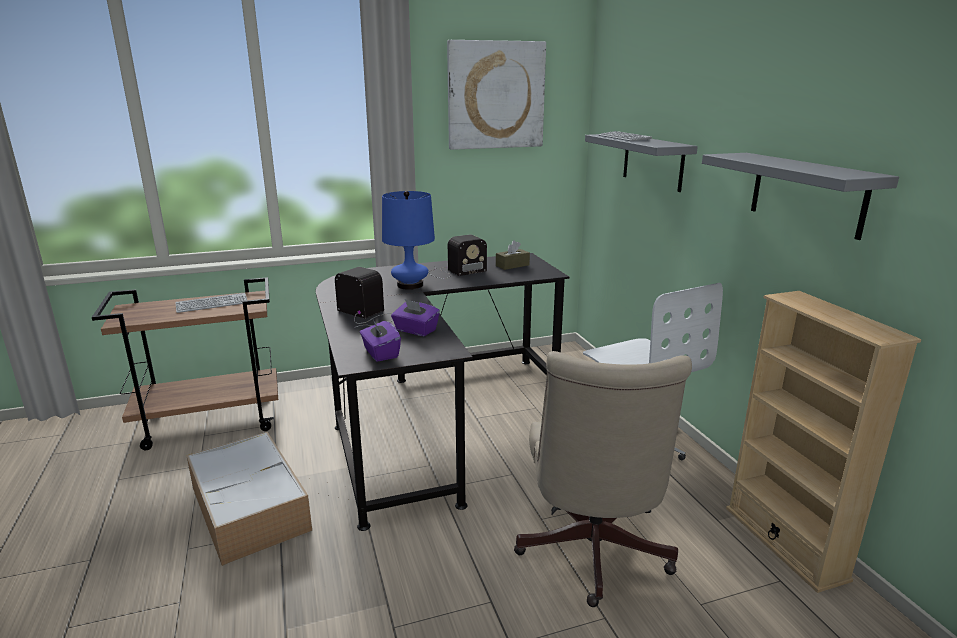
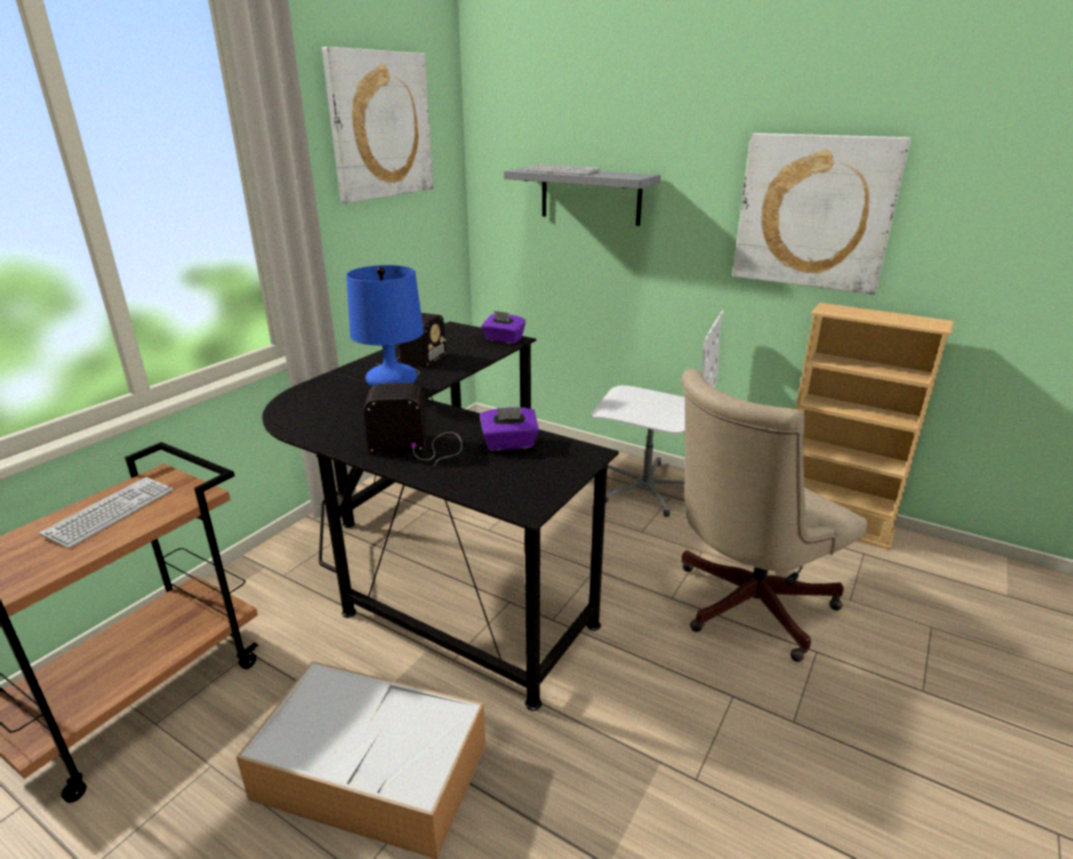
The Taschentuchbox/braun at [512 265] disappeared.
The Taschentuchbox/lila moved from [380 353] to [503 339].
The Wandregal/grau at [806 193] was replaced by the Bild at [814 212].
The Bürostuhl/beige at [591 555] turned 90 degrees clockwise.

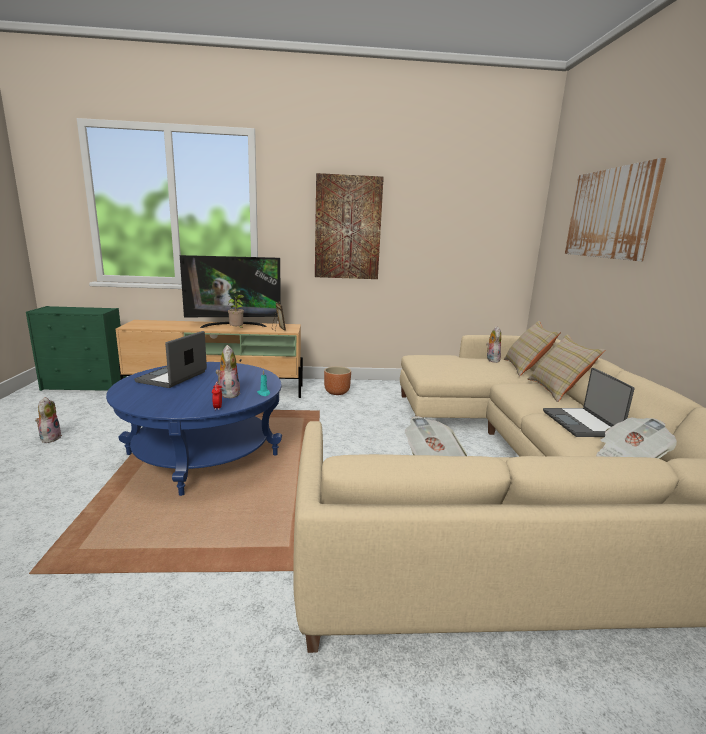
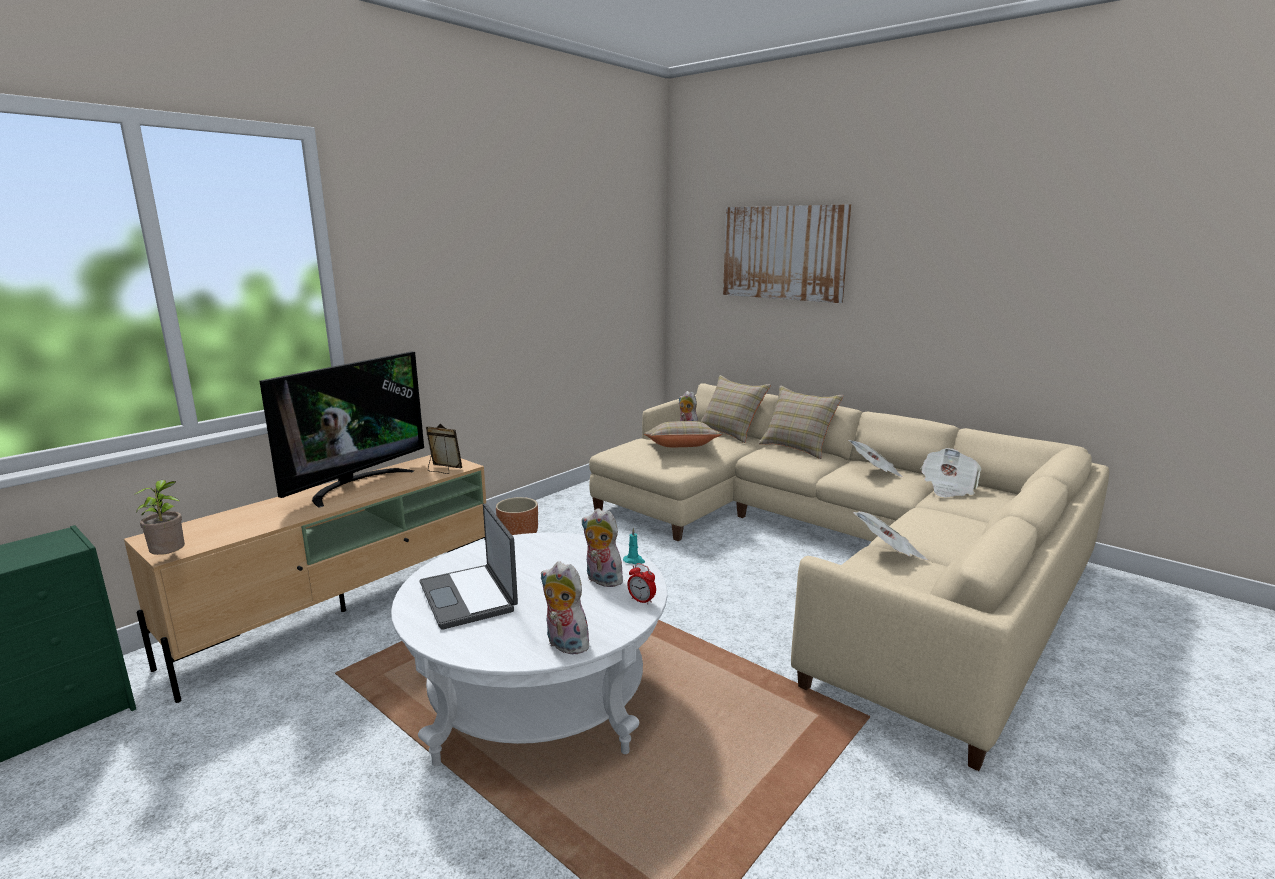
The Bild at [348 228] disappeared.
The Kissen/beige at [681 448] appeared.
The Plüschtier moved from [50 438] to [564 645].
The Topfpflanze moved from [237 330] to [171 558].
The Laptop at [581 423] was replaced by the Zeitung at [874 472].
The Couchtisch/blau at [203 455] became the Couchtisch/weiß at [538 697].

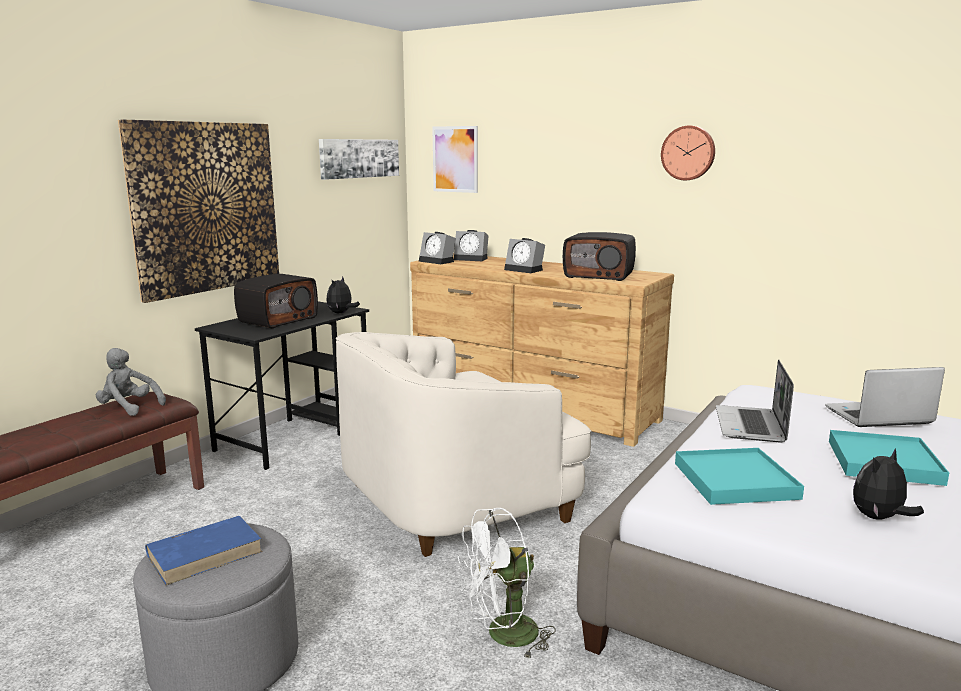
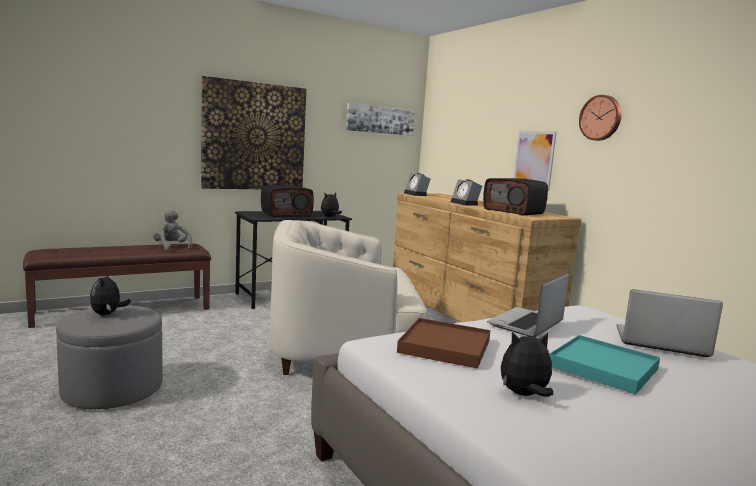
The Wecker at [472 259] disappeared.
The Ventilator/weiß at [503 636] disappeared.
The Bild moved from [455 159] to [534 160].
The Buch/blau at [205 553] was replaced by the Plüschtier at [107 314].
The Tablett/türkis at [735 480] became the Tablett/braun at [445 346].

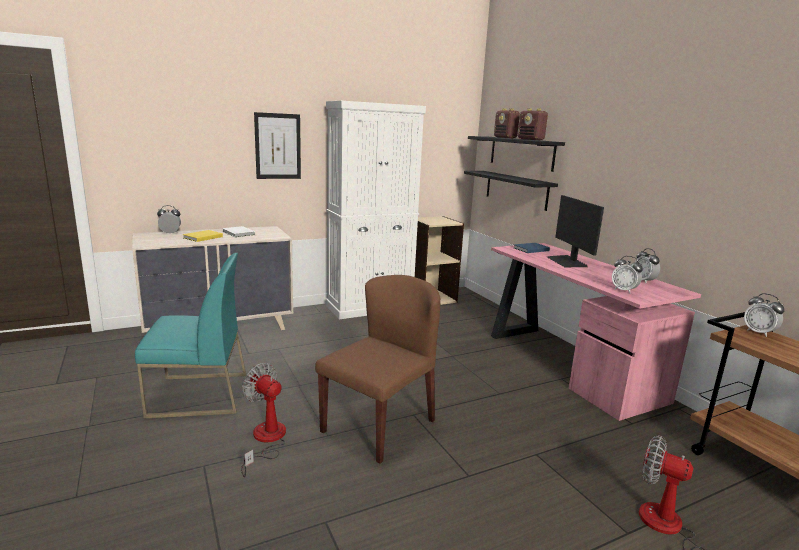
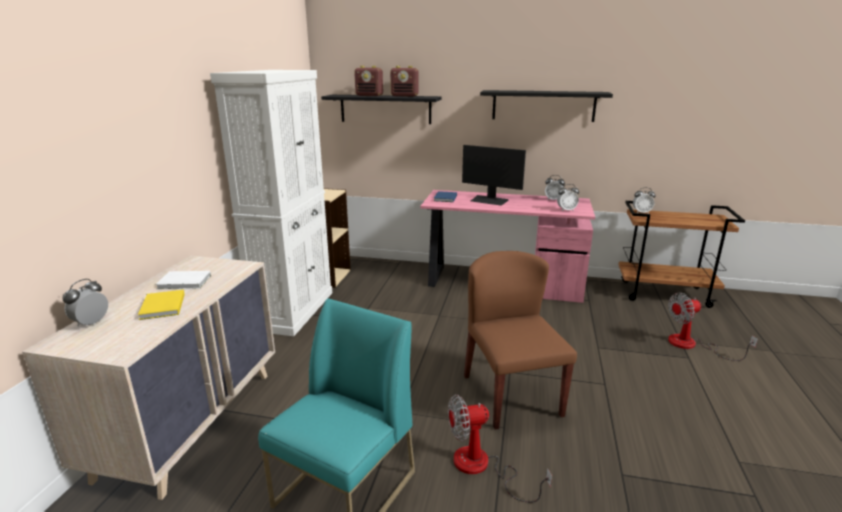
The Bild at [278 146] disappeared.
The Wandregal/schwarz moved from [516 189] to [543 105].

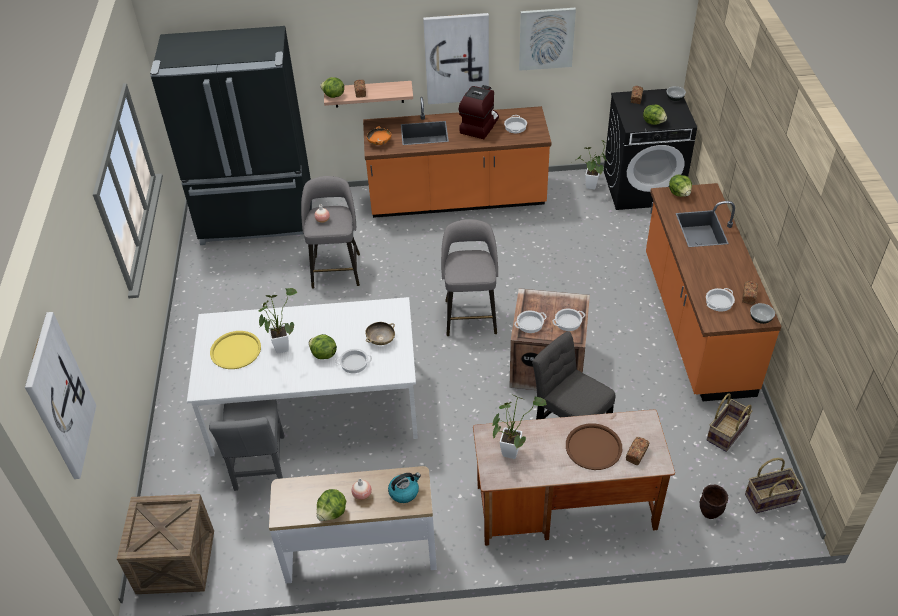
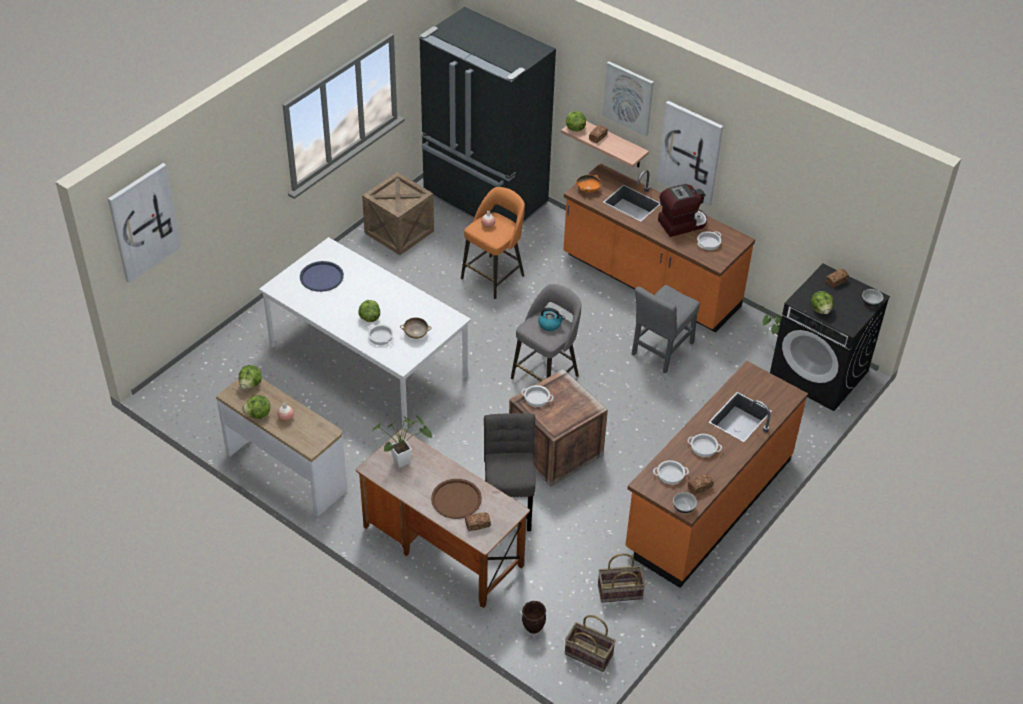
The Topfpflanze at [281 345] disappeared.
The Kiste moved from [175 561] to [399 232].
The Stuhl/grau moved from [260 466] to [661 351].
The Wasserkessel moved from [404 492] to [550 324].
The Bild moved from [546 38] to [628 98].
The Kochtopf moved from [568 322] to [703 447].
The Salatkopf moved from [679 193] to [251 384].
The Tablett/gelb at [236 350] became the Tablett/blau at [321 277].
The Hocker/grau at [336 269] became the Hocker/orange at [494 276].

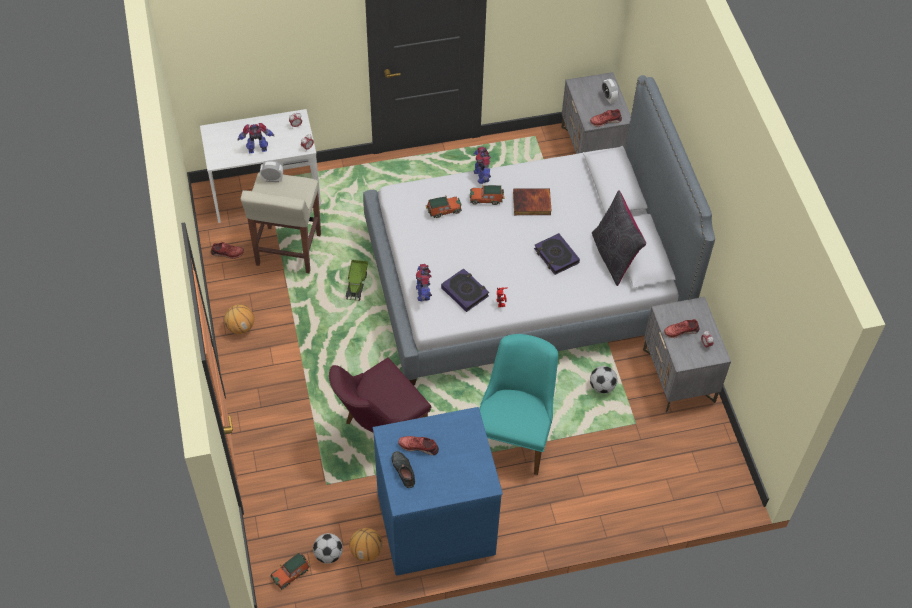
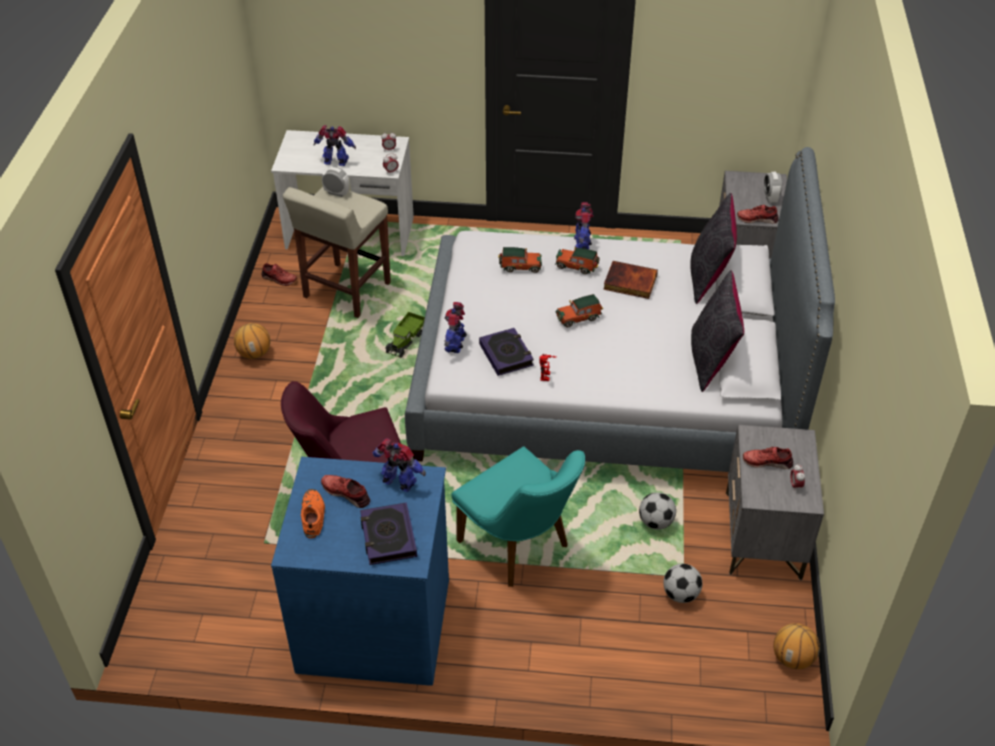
The Spielzeugroboter at [399 483] appeared.
The Kissen/schwarz at [708 277] appeared.
The Spielzeugauto moved from [291 573] to [579 317].
The Fußball moved from [328 555] to [680 594].
The Basketball moved from [366 551] to [792 658].
The Buch moved from [556 256] to [388 537].
The Schuh/schwarz at [403 470] became the Schuh/orange at [312 515].
The Stuhl/türkis at [515 435] turned 105 degrees clockwise.

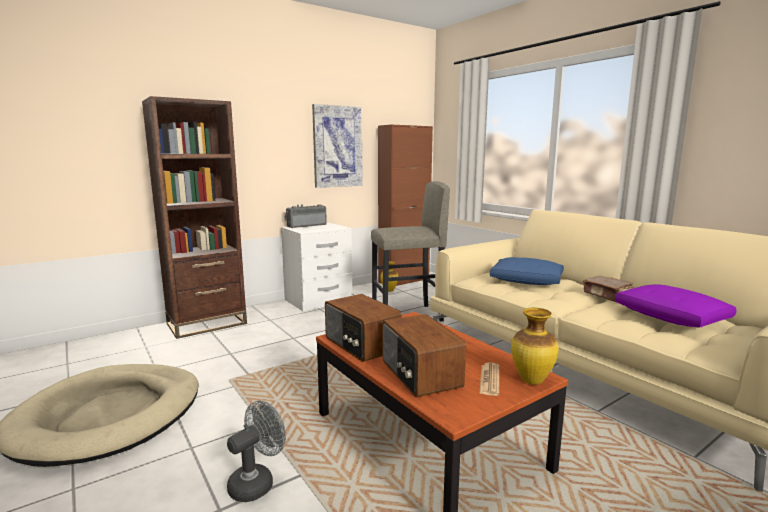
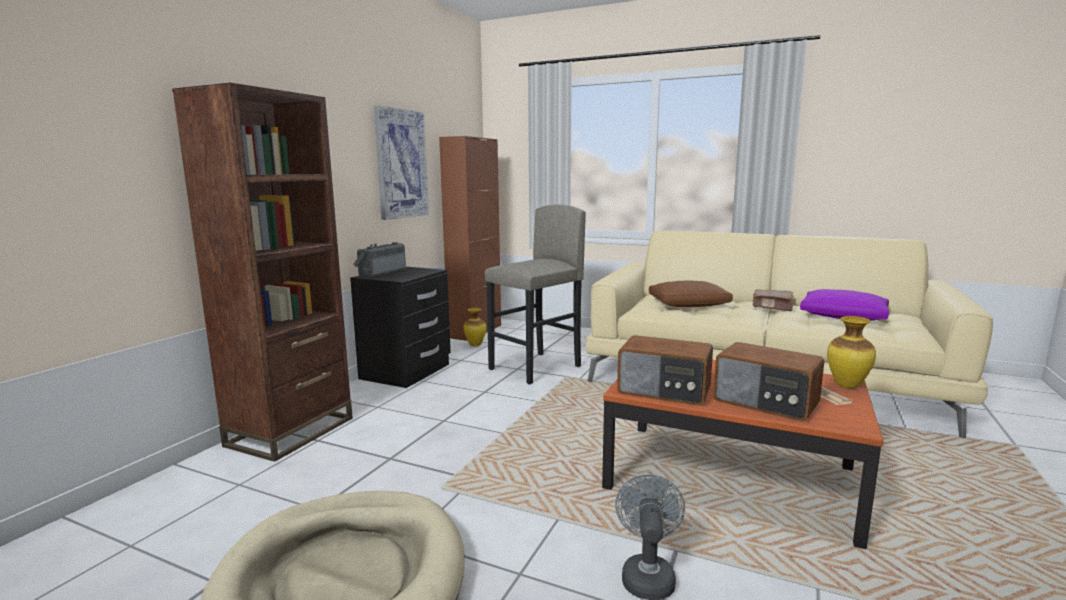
The Nachttisch/weiß at [318 301] became the Nachttisch/schwarz at [407 372].
The Kissen/blau at [527 281] became the Kissen/braun at [689 305].

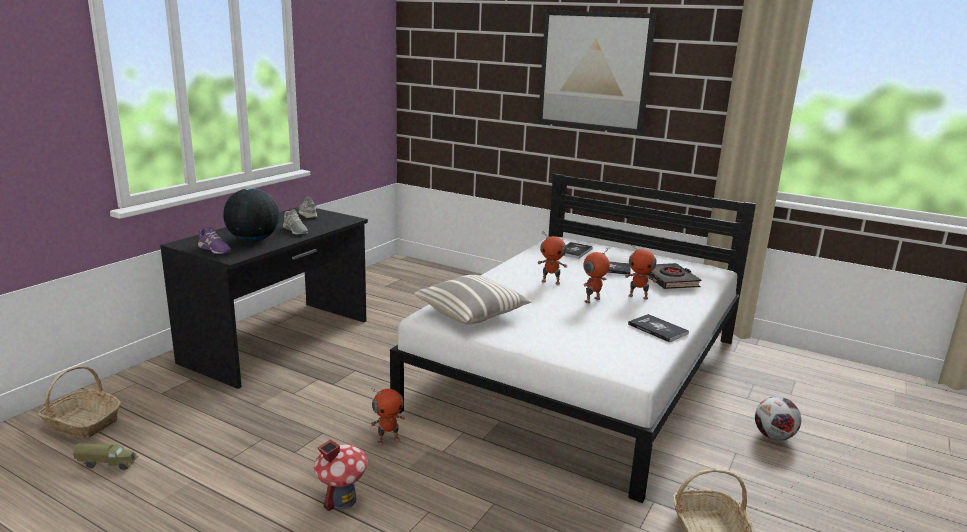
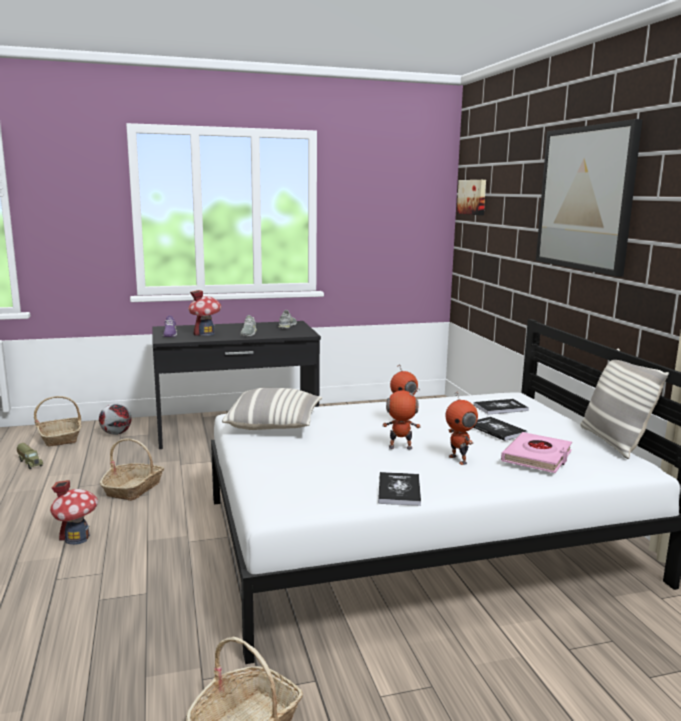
The Spielzeugroboter at [388 440] disappeared.
The Korb at [133 488] appeared.
The Bild at [473 197] appeared.
The Kissen at [613 442] appeared.
The Fußball moved from [774 437] to [116 433].
The Globus at [253 240] was replaced by the Spielzeughaus at [205 334].
The Buch/schwarz at [670 280] became the Buch/rosa at [537 457].

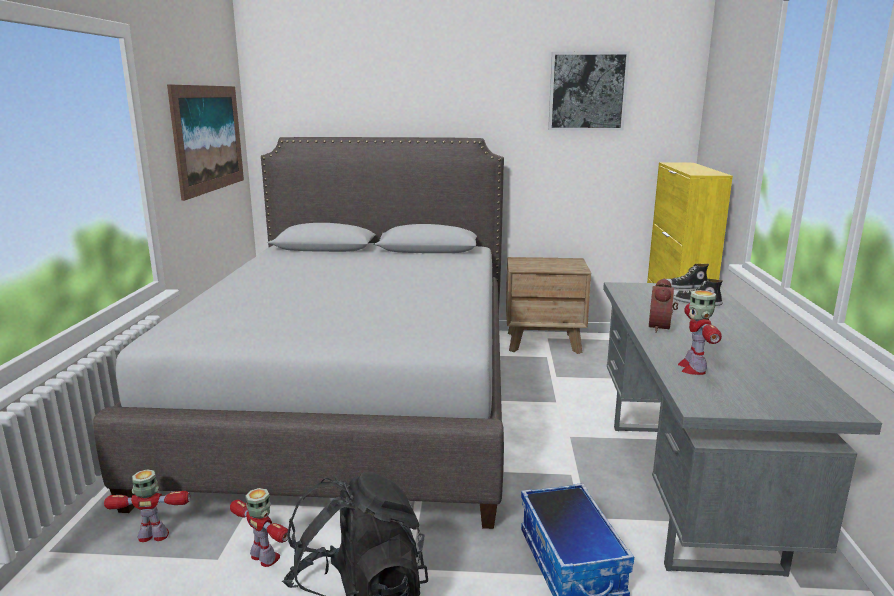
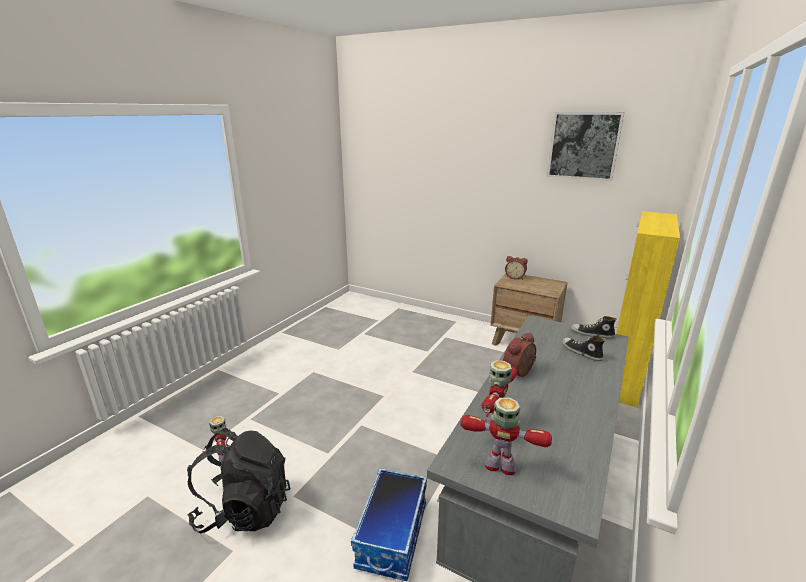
The Bett/grau at [357 398] disappeared.
The Bild at [209 138] disappeared.
The Wecker at [515 277] appeared.
The Spielzeugroboter moved from [154 536] to [501 466].

